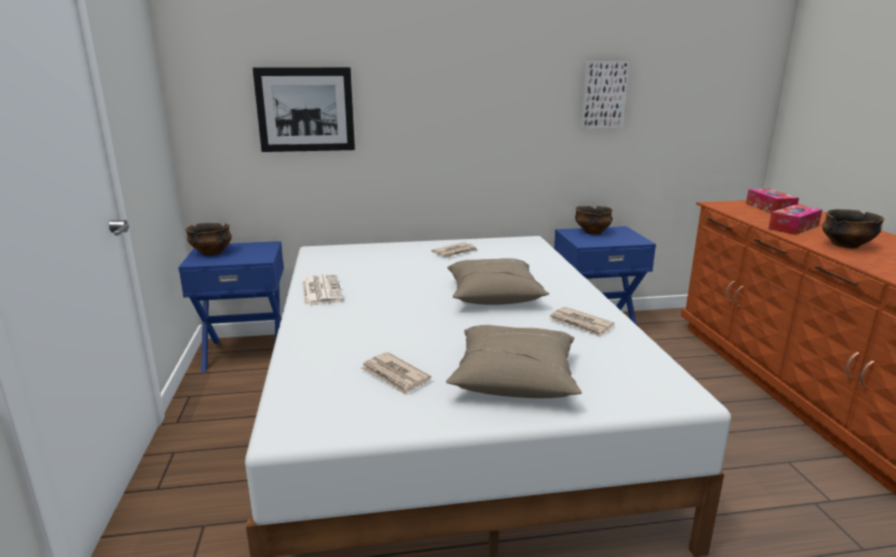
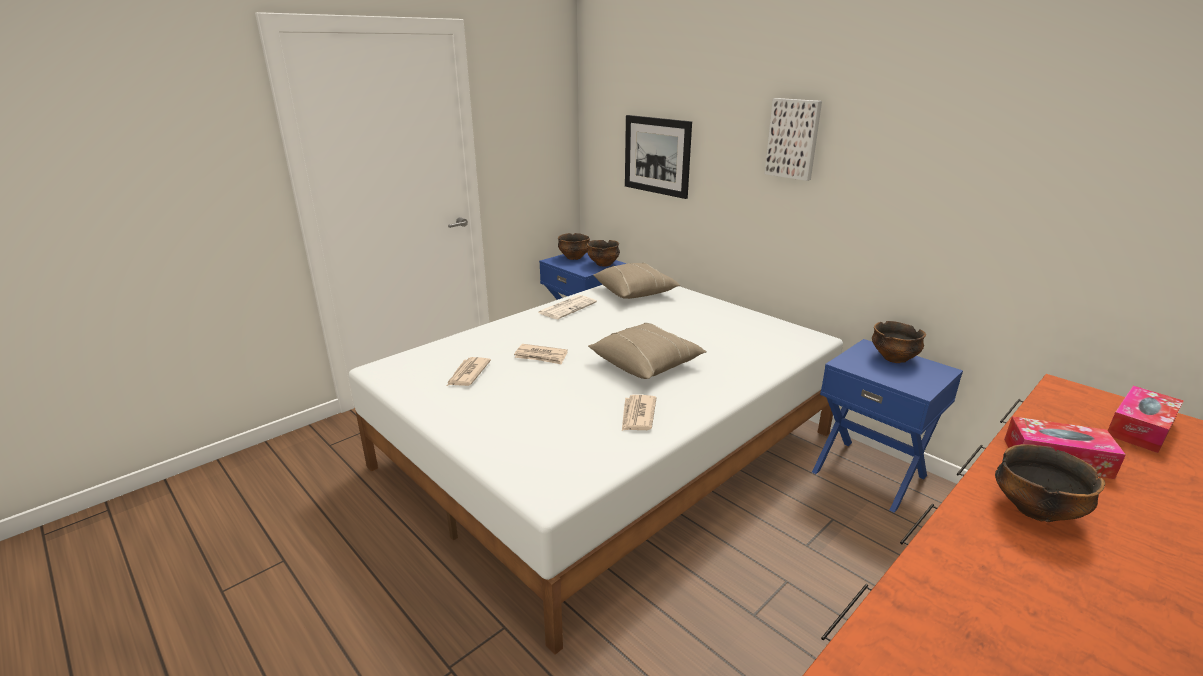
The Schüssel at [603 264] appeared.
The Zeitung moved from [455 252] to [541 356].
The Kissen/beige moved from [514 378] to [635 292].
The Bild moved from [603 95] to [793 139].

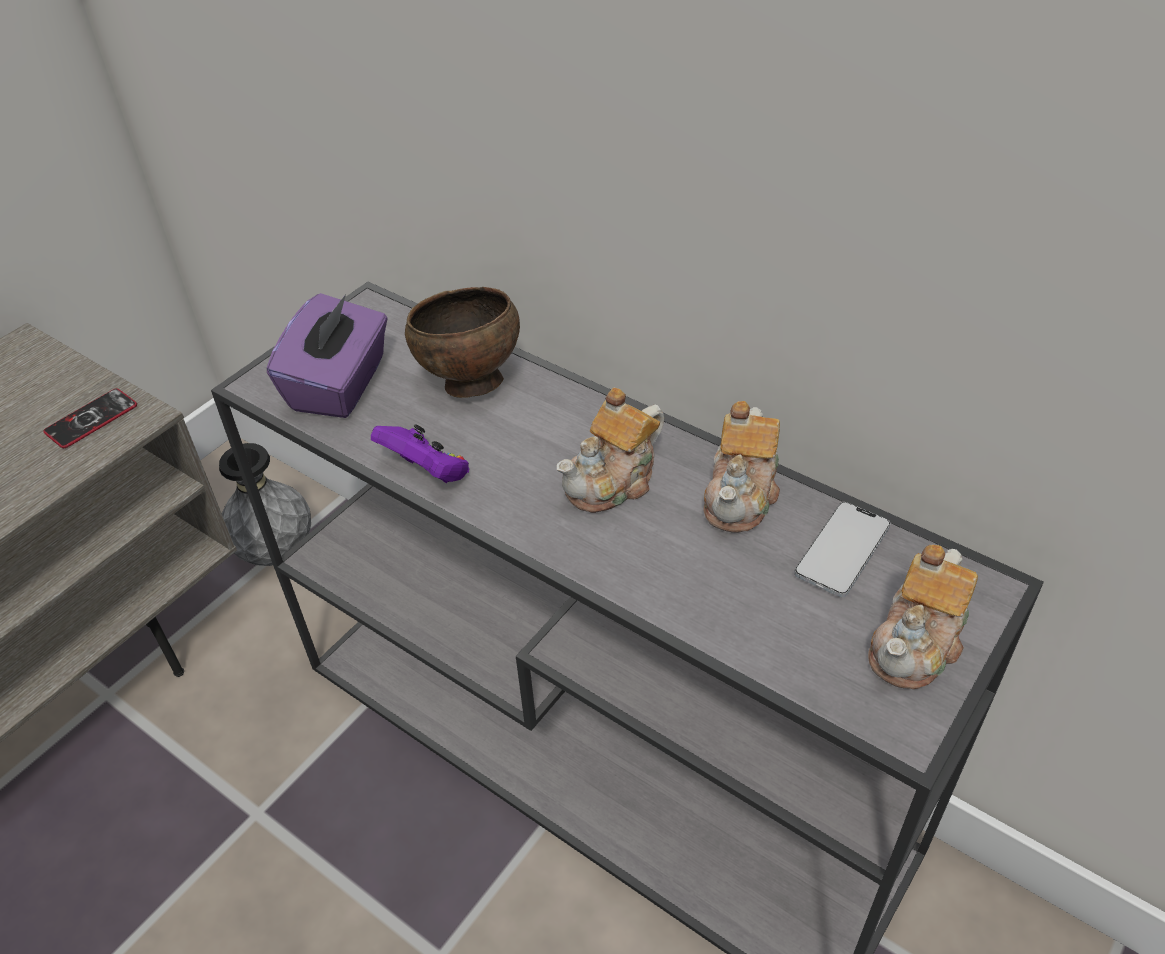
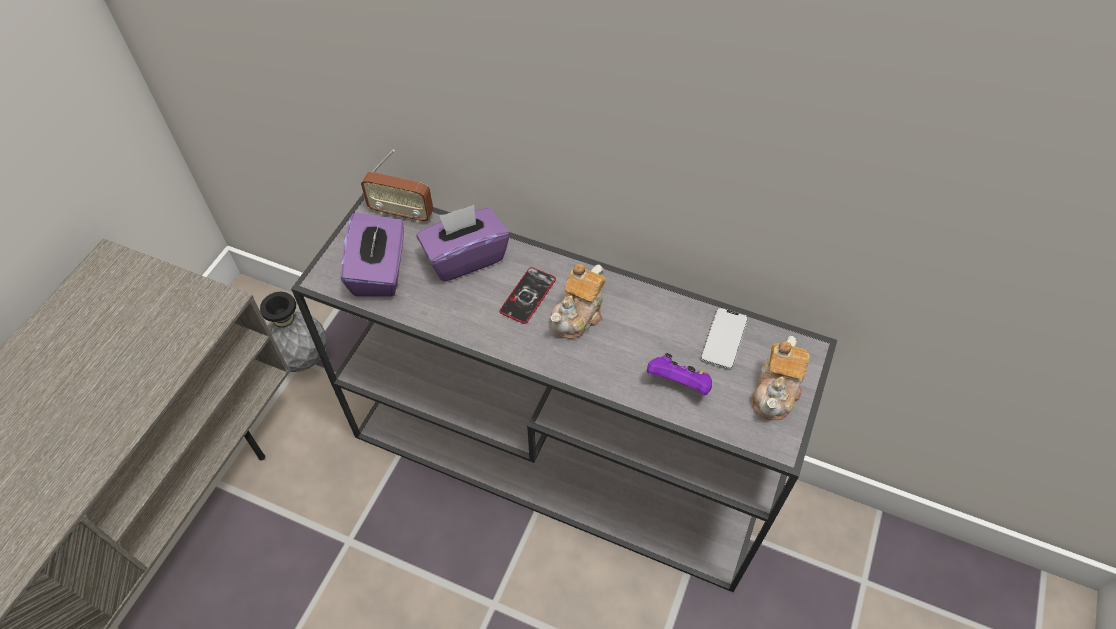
The Teekanne at [741 495] disappeared.
The Radio at [401 213] appeared.
The Handy moved from [91 419] to [528 296].
The Gamepad/lila moved from [427 473] to [679 384].
The Schüssel/braun at [468 383] was replaced by the Taschentuchbox/lila at [465 257].

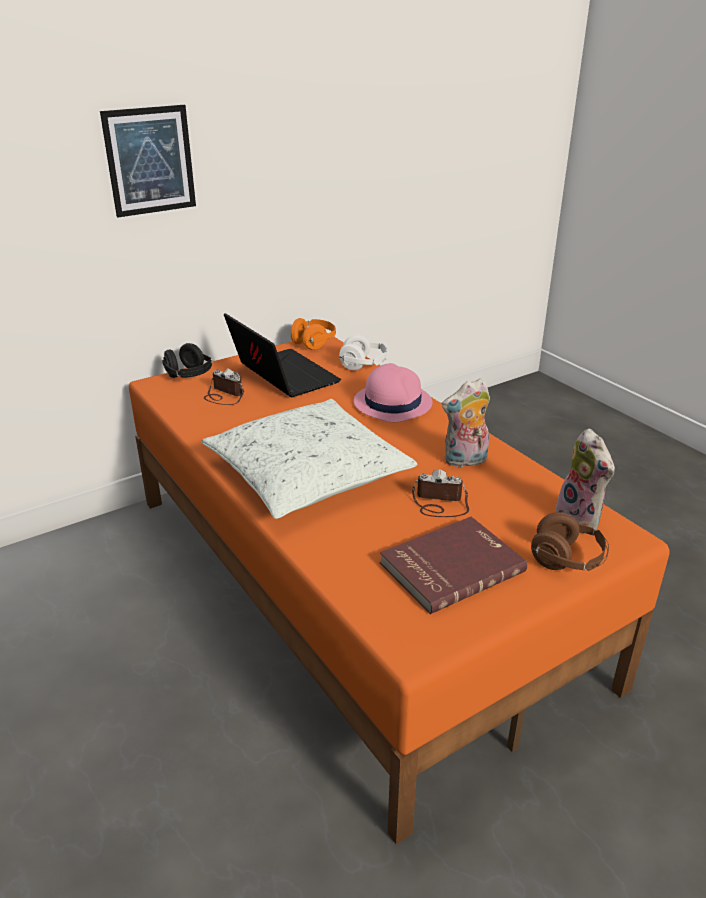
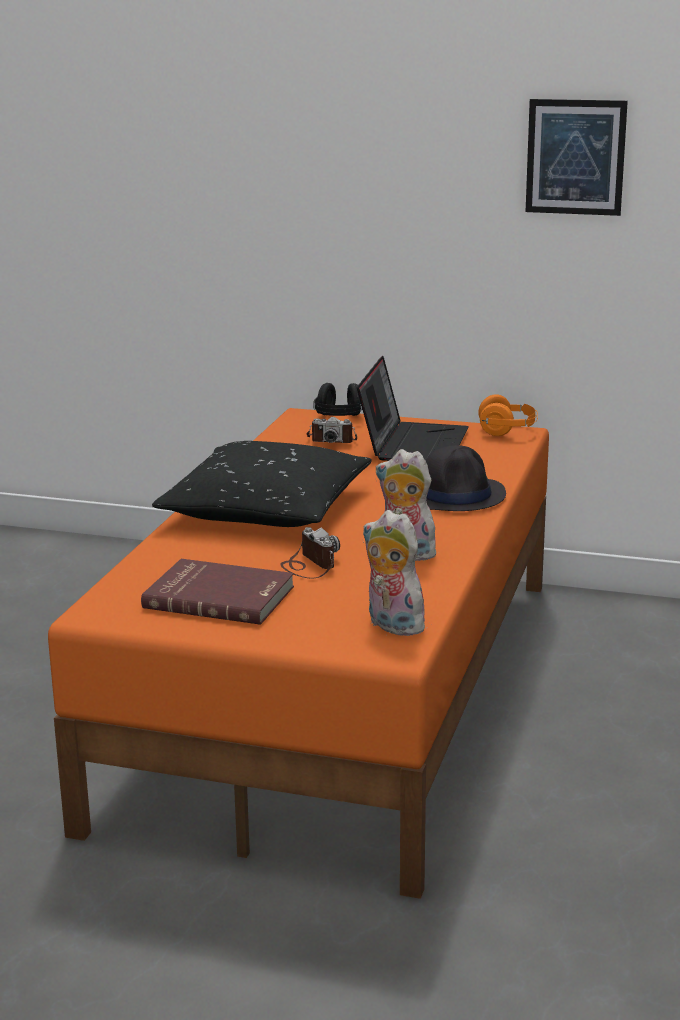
The Kopfhörer/weiß at [364 365] disappeared.
The Kopfhörer/braun at [567 560] disappeared.
The Bild moved from [150 161] to [575 157].
The Kissen/weiß at [307 473] became the Kissen/schwarz at [266 508].
The Hut/rosa at [392 402] became the Hut/schwarz at [456 495].
The Kamera at [224 395] turned 105 degrees clockwise.
The Plüschtier at [581 519] turned 105 degrees clockwise.

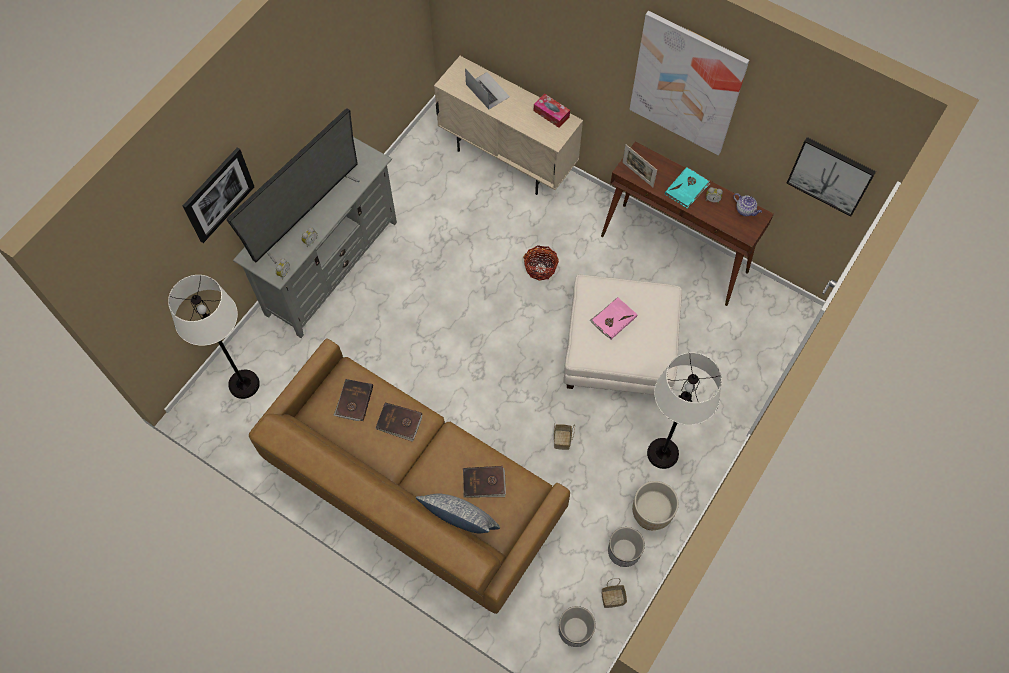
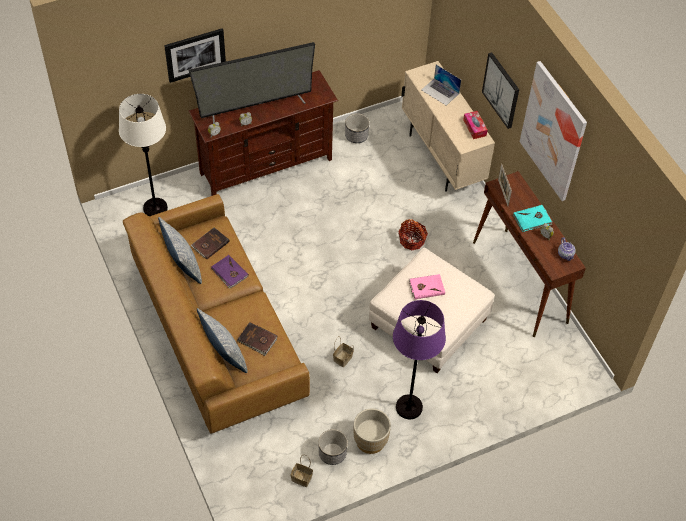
The Kissen at [182 265] appeared.
The Pflanzkübel moved from [575 630] to [356 136].
The Bild moved from [830 175] to [501 90].
The Fernsehschrank/grau at [331 267] became the Fernsehschrank/braun at [266 166].
The Buch/braun at [399 422] became the Buch/lila at [229 273].
The Stehlampe/weiß at [662 454] became the Stehlampe/lila at [408 407].
The Laptop at [487 90] turned 135 degrees clockwise.

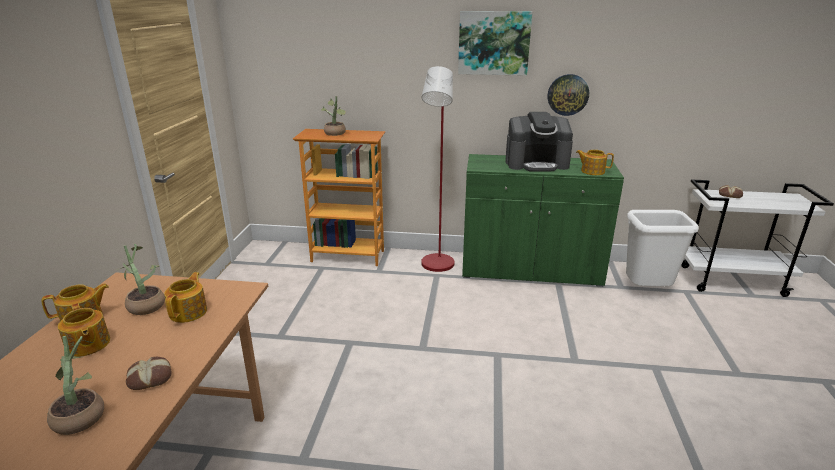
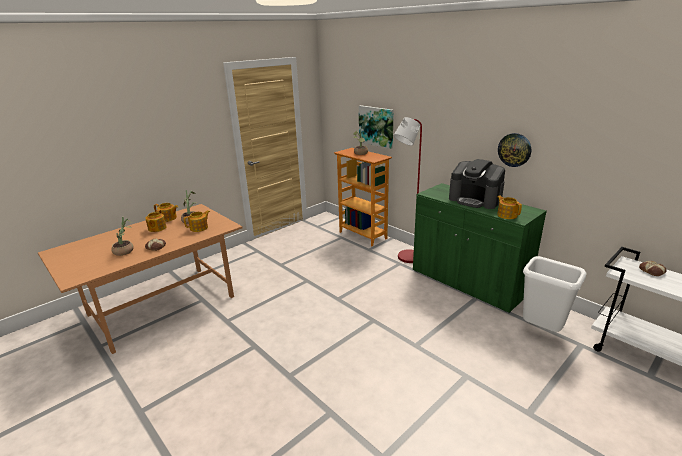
The Bild moved from [494 43] to [376 126].

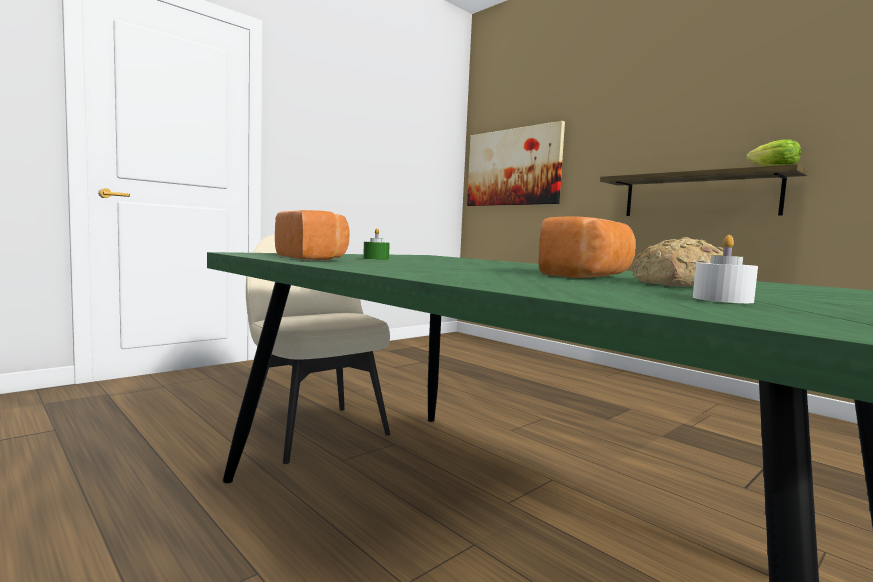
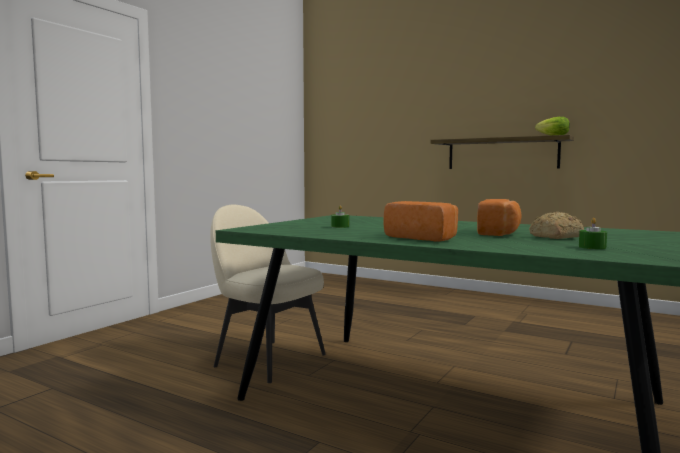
The Bild at [513 167] disappeared.
The Brot moved from [312 258] to [422 238].
The Kerze/weiß at [722 299] became the Kerze/grün at [592 247].

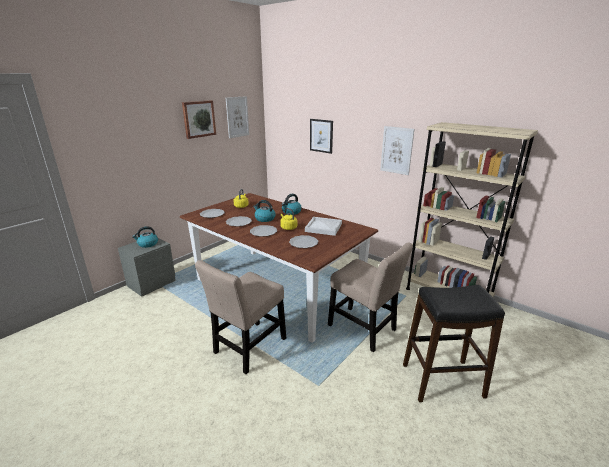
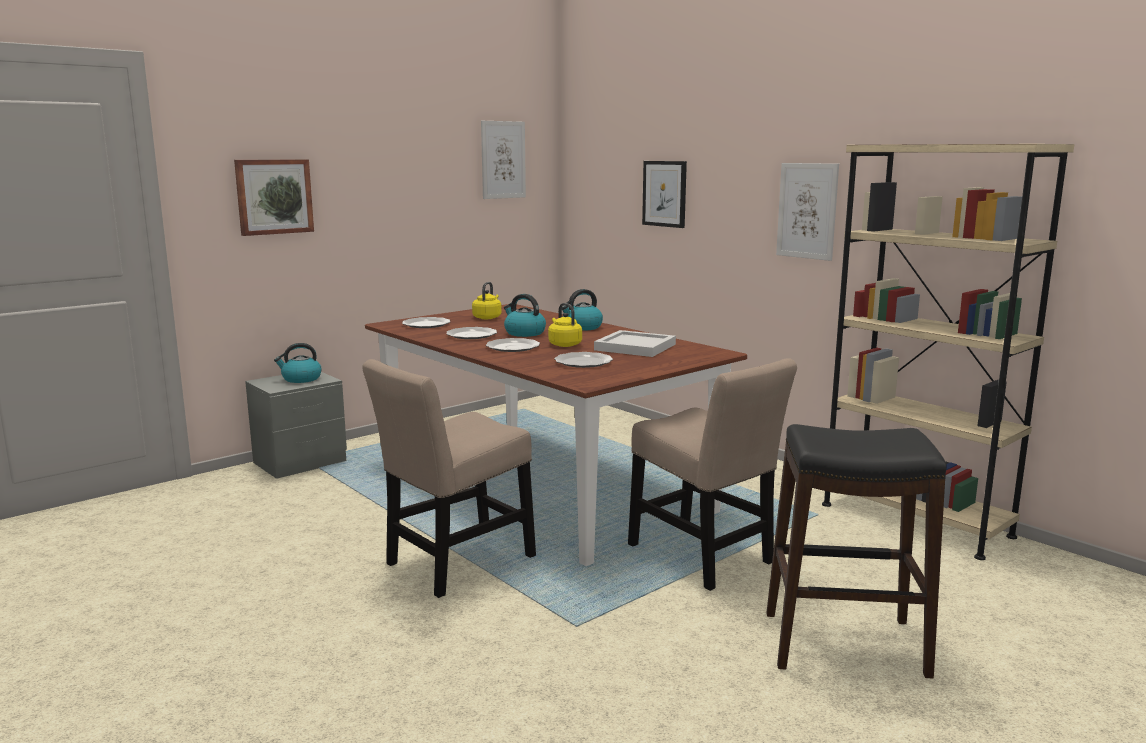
The Bild moved from [198 119] to [274 196].

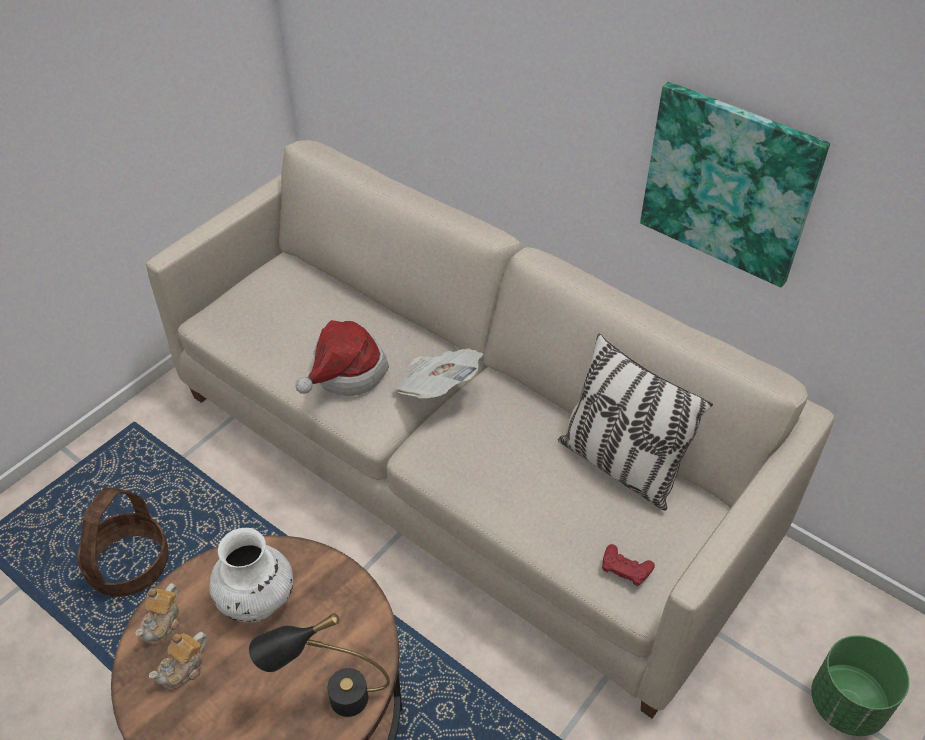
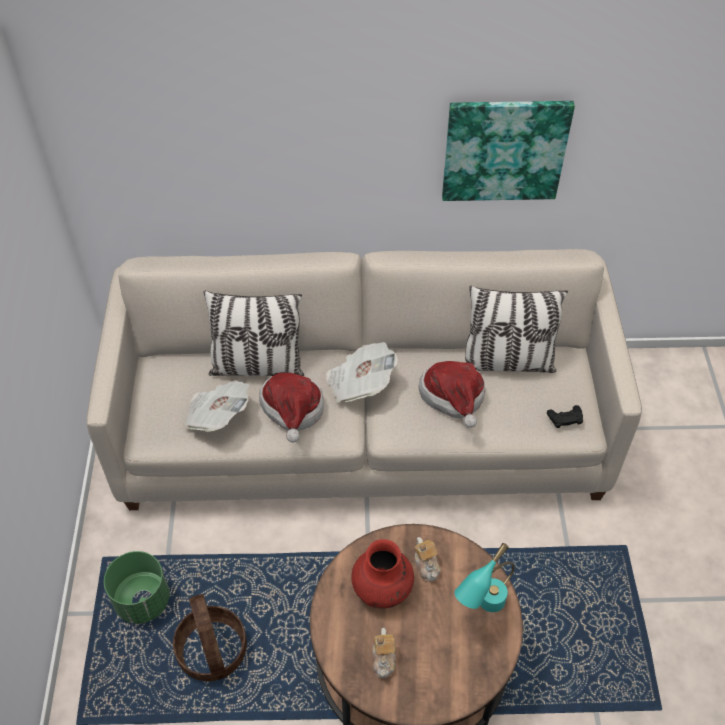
The Zeitung at [217 416] appeared.
The Kissen at [257 366] appeared.
The Hut at [453 399] appeared.
The Teekanne moved from [163 623] to [427 565].
The Pflanzkübel/grün moved from [847 704] to [143 600].
The Vase/weiß at [257 601] became the Vase/rot at [382 590].
The Tischlampe/schwarz at [329 700] became the Tischlampe/türkis at [482 608].
The Gamepad/rot at [626 567] became the Gamepad/schwarz at [565 418].

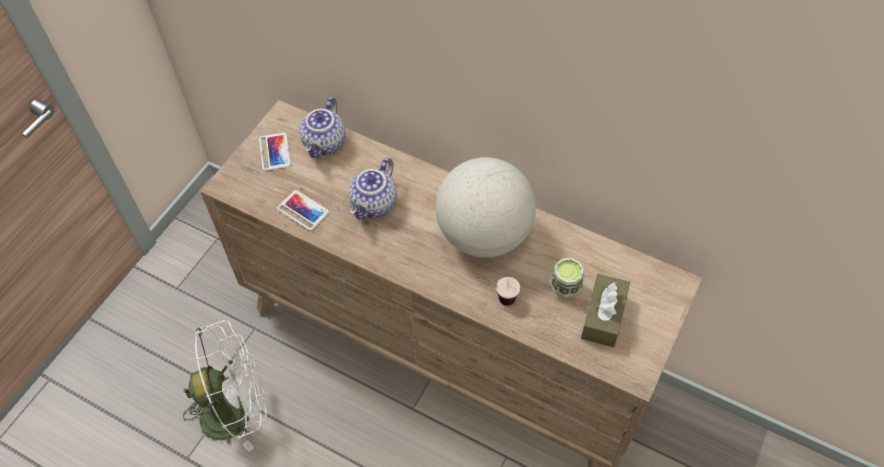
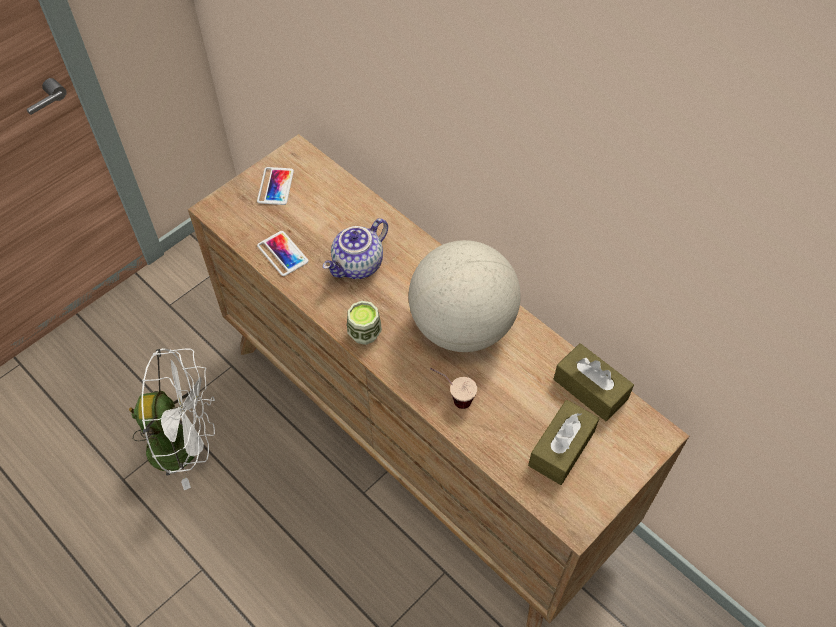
The Teekanne at [325 144] disappeared.
The Taschentuchbox/braun at [590 389] appeared.
The Tasse moved from [565 287] to [364 333].

